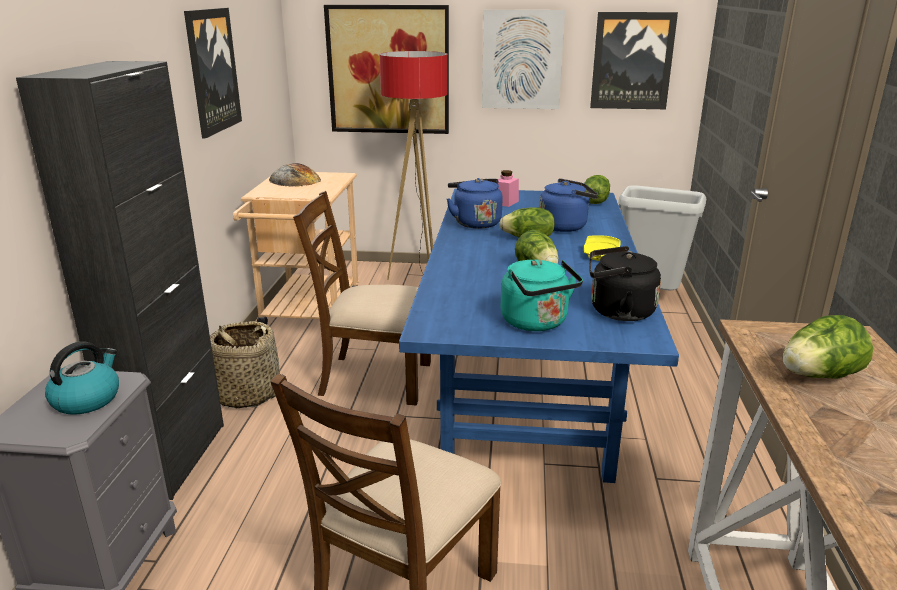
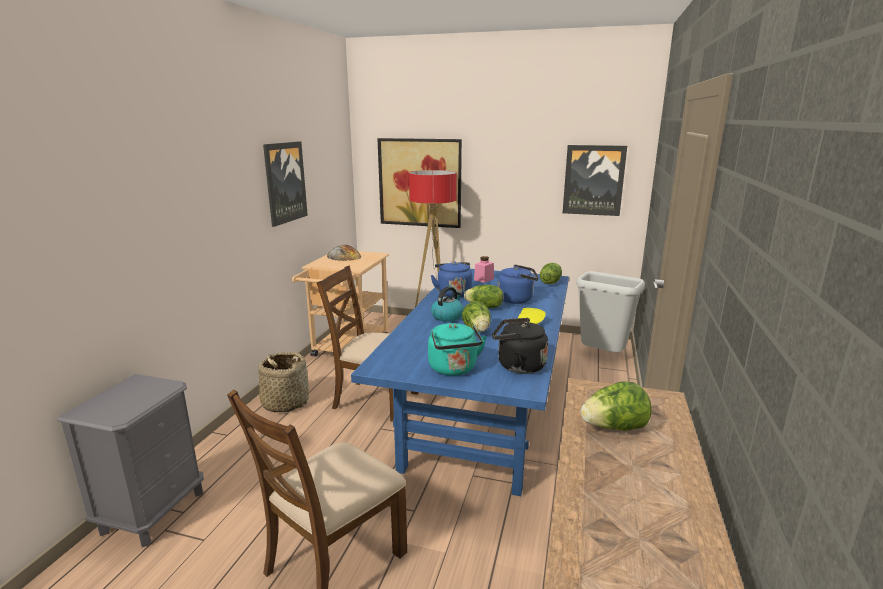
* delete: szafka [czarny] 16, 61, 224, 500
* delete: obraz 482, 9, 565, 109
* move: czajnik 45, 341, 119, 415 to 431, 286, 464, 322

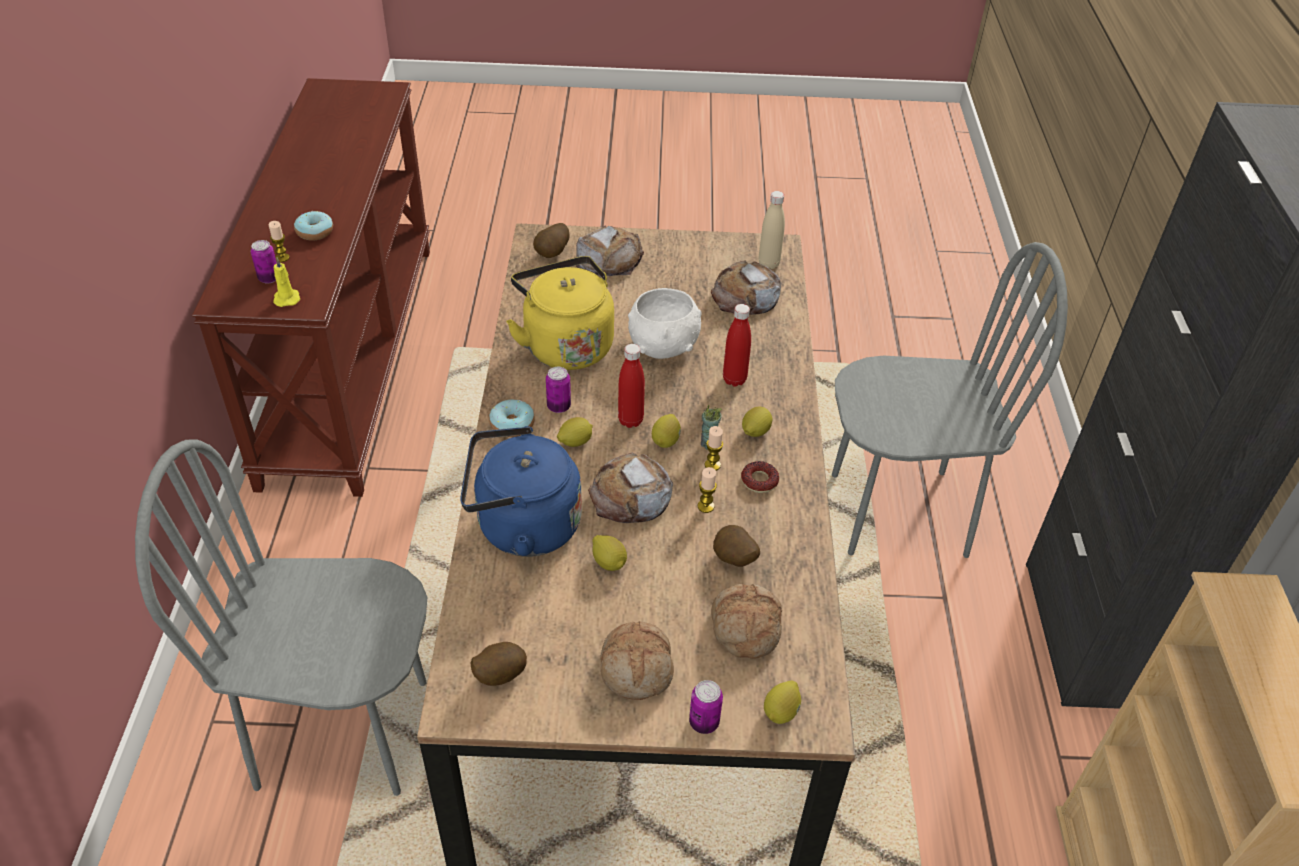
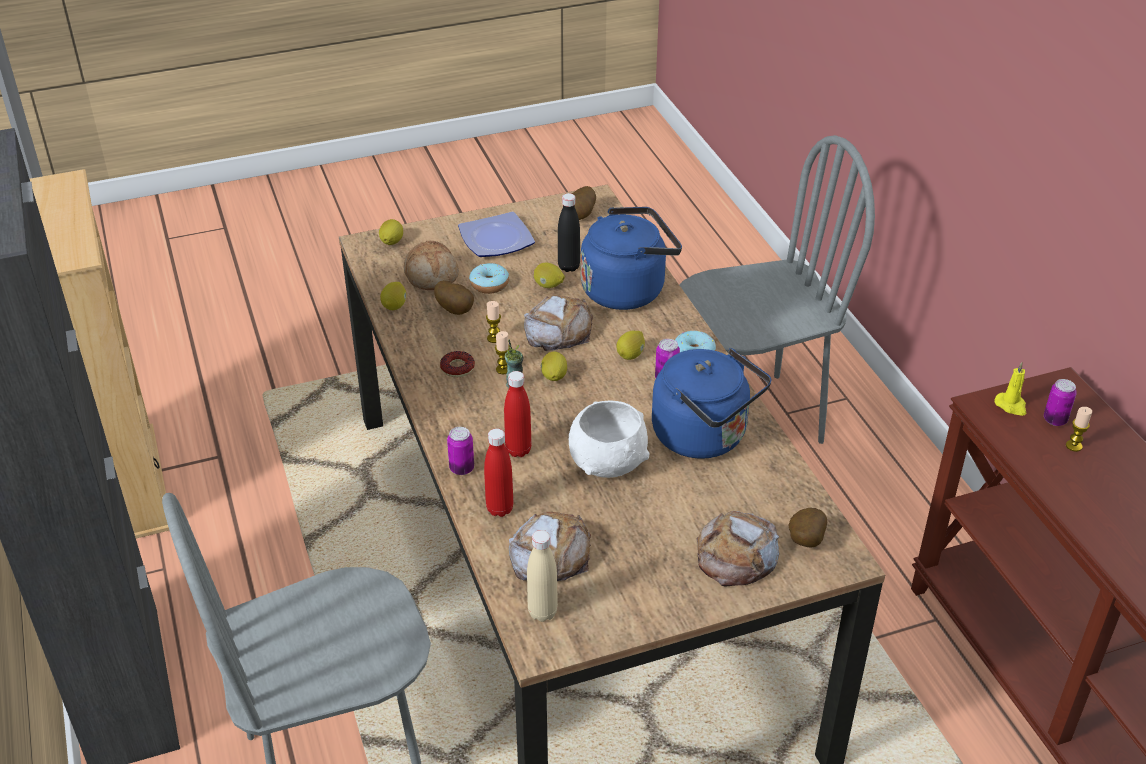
* insert: butelka [czarny] 558, 193, 580, 272
* move: donut 294, 211, 333, 241 to 469, 263, 509, 294
* move: butelka [czerwony] 618, 344, 645, 428 to 484, 428, 513, 517
* move: puszka 689, 680, 723, 734 to 447, 427, 474, 475
* move: cytryna 742, 406, 772, 437 to 380, 282, 406, 310
* replace: chleb 601, 621, 674, 700 to talerz 458, 212, 535, 257
* recolor: czajnik [żółty] 506, 256, 614, 370 to czajnik [niebieski] 652, 348, 771, 458

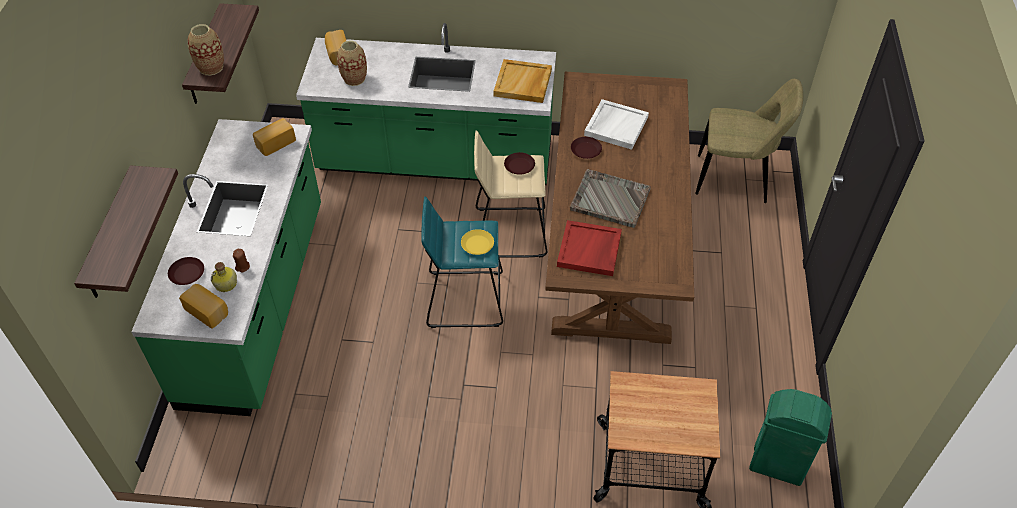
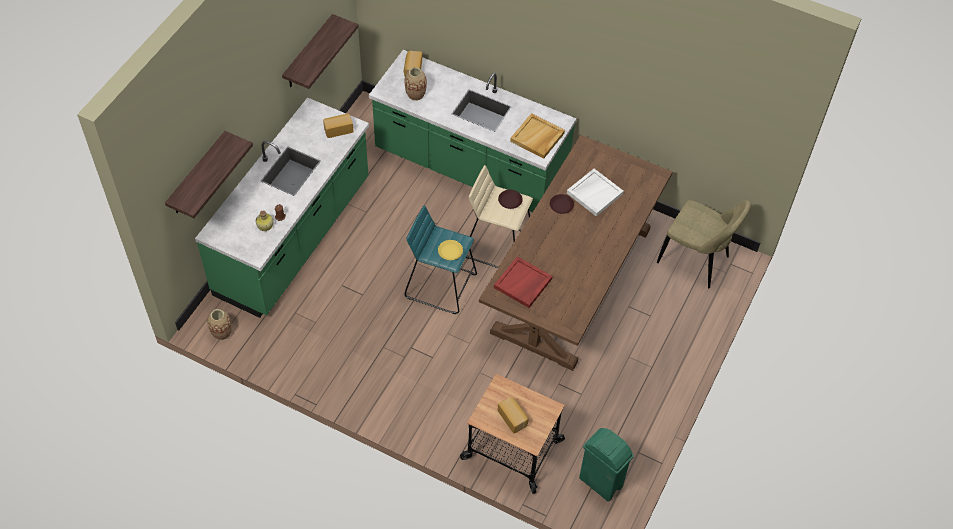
* delete: talerz [brązowy] 168, 257, 204, 285
* delete: taca [szary] 570, 169, 651, 228
* move: chleb 179, 284, 228, 329 to 498, 397, 529, 433
* move: wazon 188, 24, 224, 76 to 207, 309, 232, 340

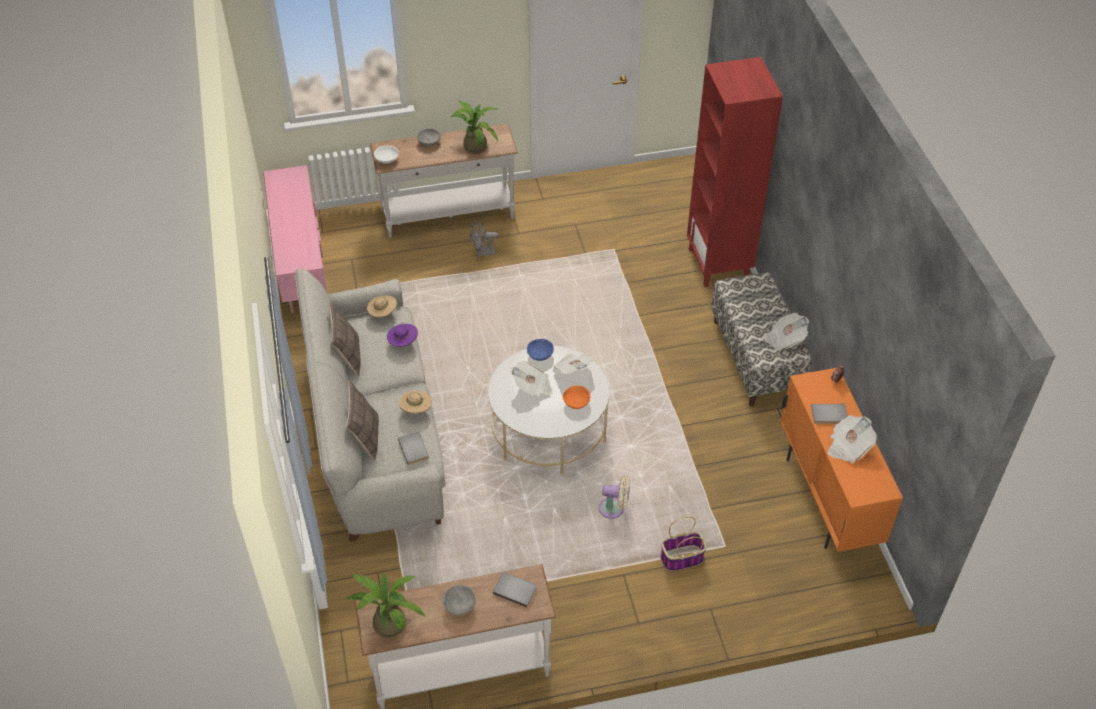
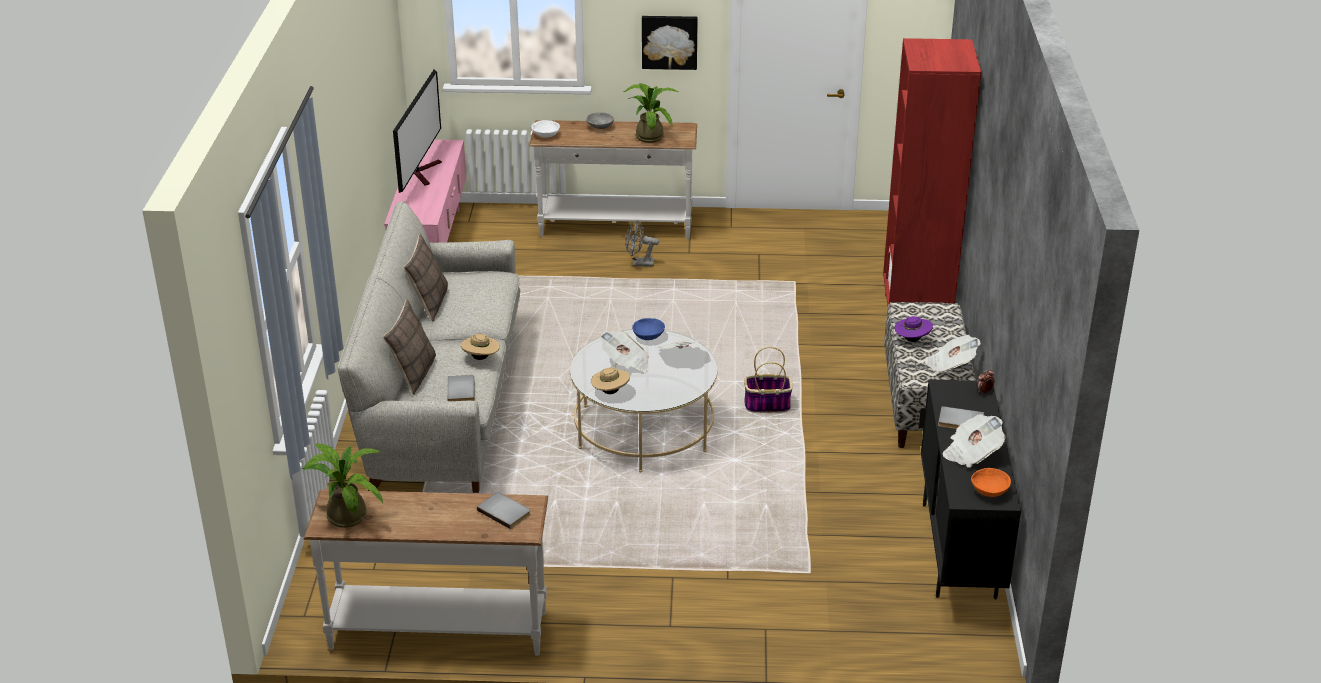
* delete: miska [szary] 443, 585, 476, 615
* delete: wentylator [beżowy] 599, 475, 630, 519
* insert: telewizor 393, 70, 442, 193
* insert: obraz 642, 16, 698, 70
* move: kapelusz [beżowy] 367, 294, 397, 318 to 591, 365, 630, 394
* move: kapelusz [fioletowy] 387, 322, 418, 347 to 895, 313, 933, 342
* move: miska [pomarańczowy] 563, 386, 590, 409 to 971, 468, 1011, 497
* move: koszyk 661, 516, 707, 571 to 744, 347, 793, 413
* recolor: szafka [pomarańczowy] 781, 368, 903, 552 to szafka [czarny] 919, 379, 1021, 599

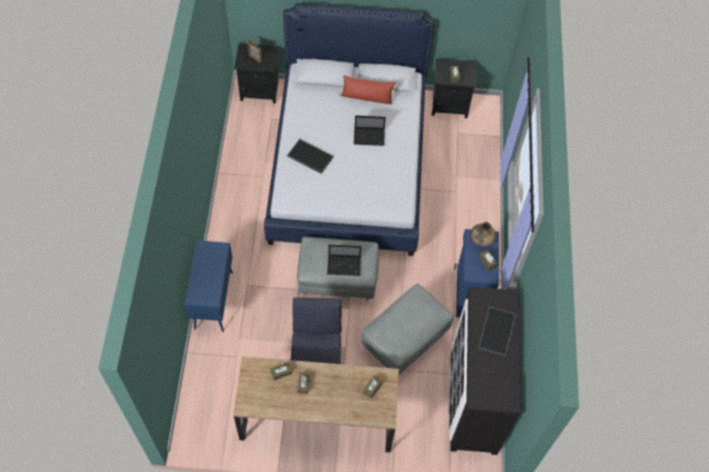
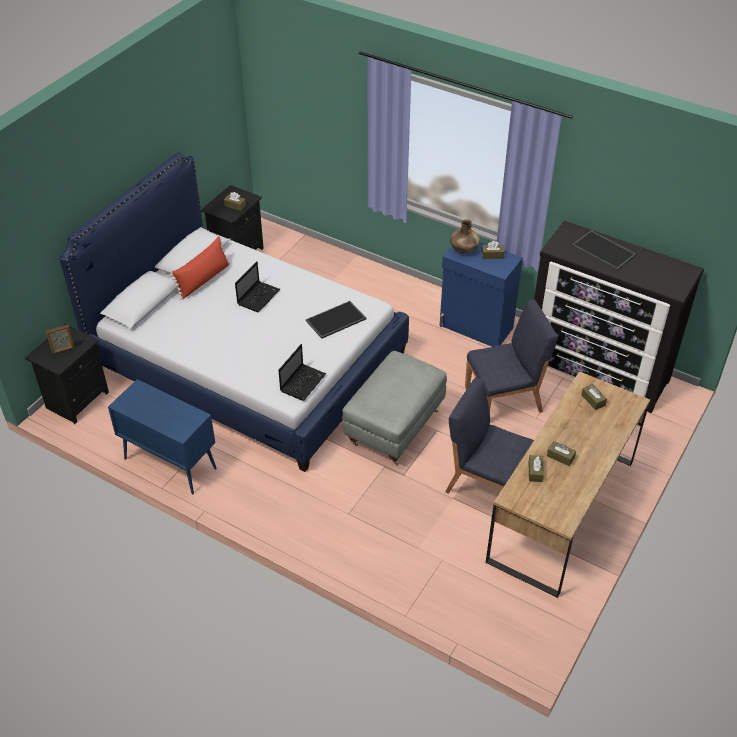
* move: szafka [niebieski] 185, 240, 233, 332 to 108, 379, 217, 495
* move: taca 287, 139, 334, 174 to 306, 301, 367, 339
* move: laptop 327, 245, 361, 276 to 278, 344, 326, 401
* replace: pufa [szary] 361, 284, 454, 376 to krzesło [niebieski] 465, 300, 558, 413

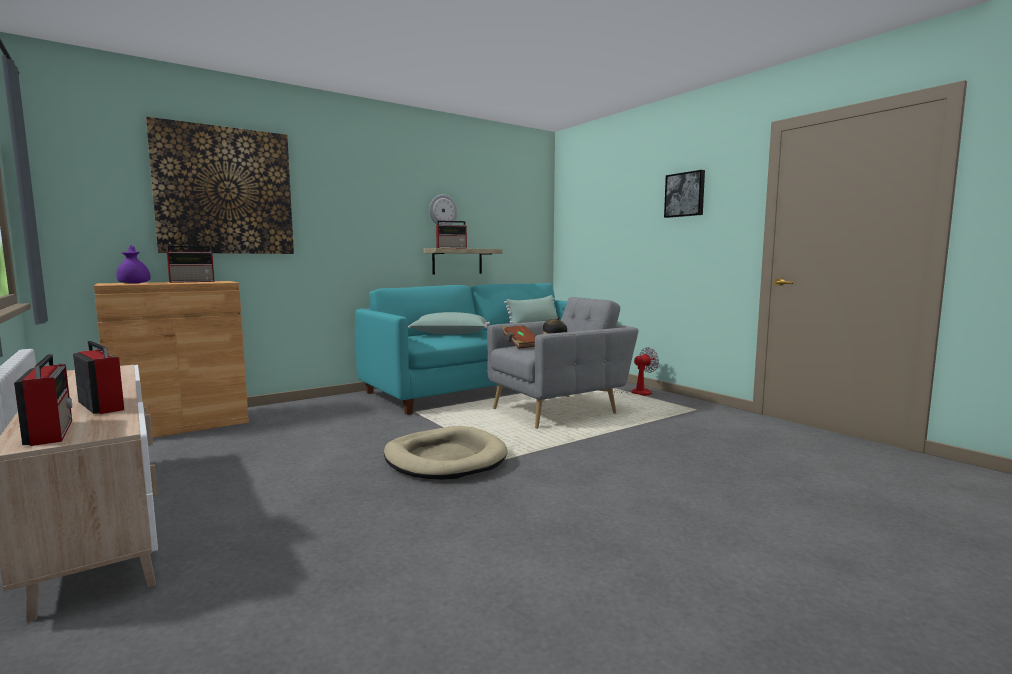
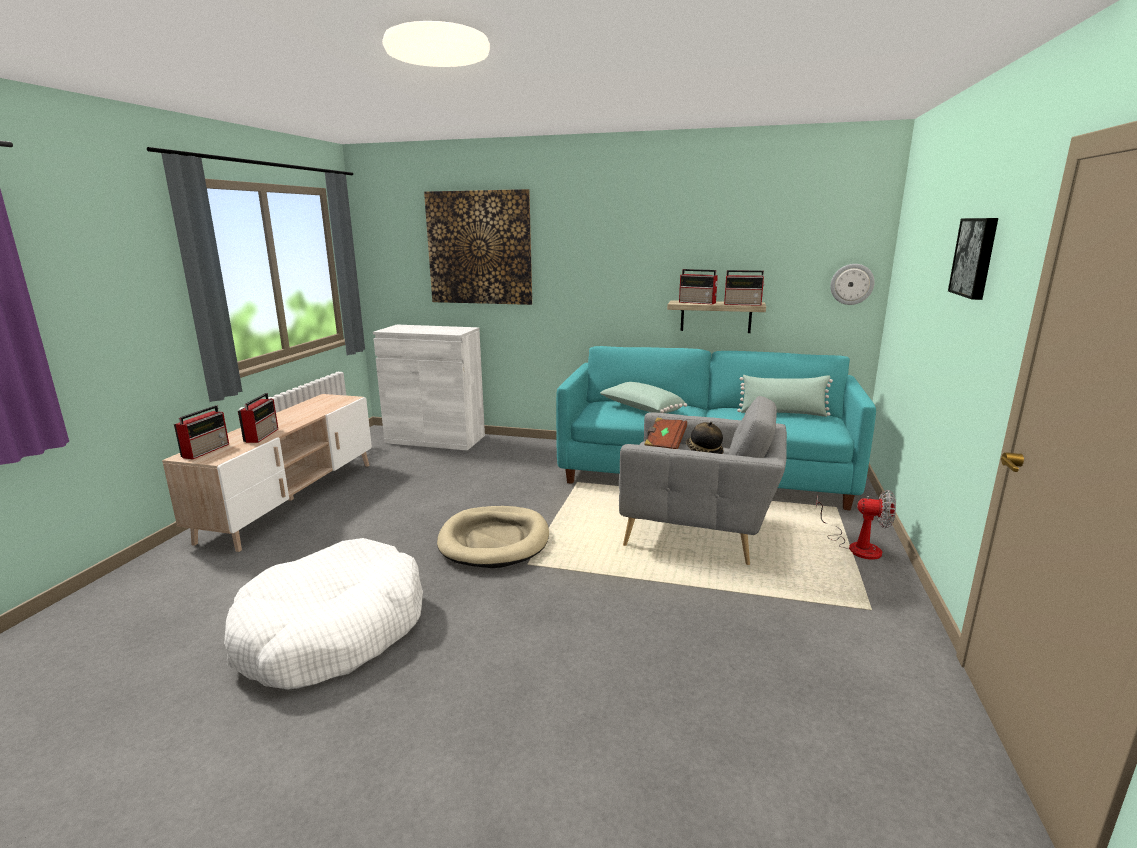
* delete: imbryk [fioletowy] 116, 245, 151, 284
* insert: legowisko [biały] 224, 538, 423, 690
* move: radio 167, 246, 214, 283 to 724, 270, 765, 306
* move: zegar ścienny 429, 194, 458, 225 to 830, 264, 875, 305
* recolor: szafka [brązowy] 94, 281, 249, 438 to szafka [biały] 373, 325, 485, 451

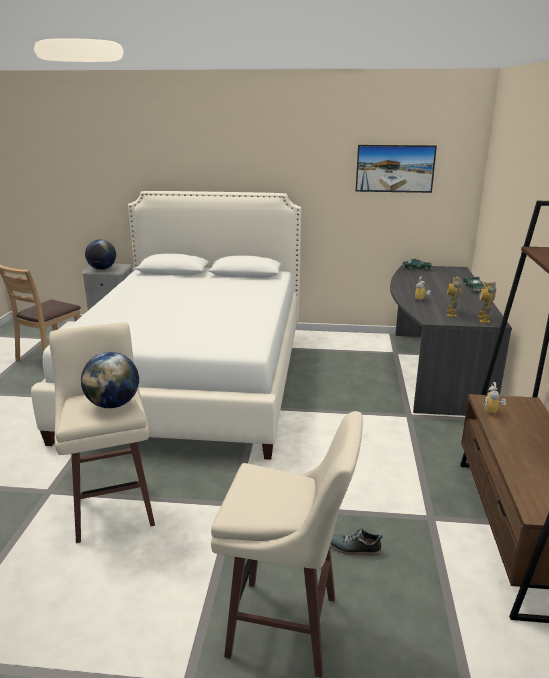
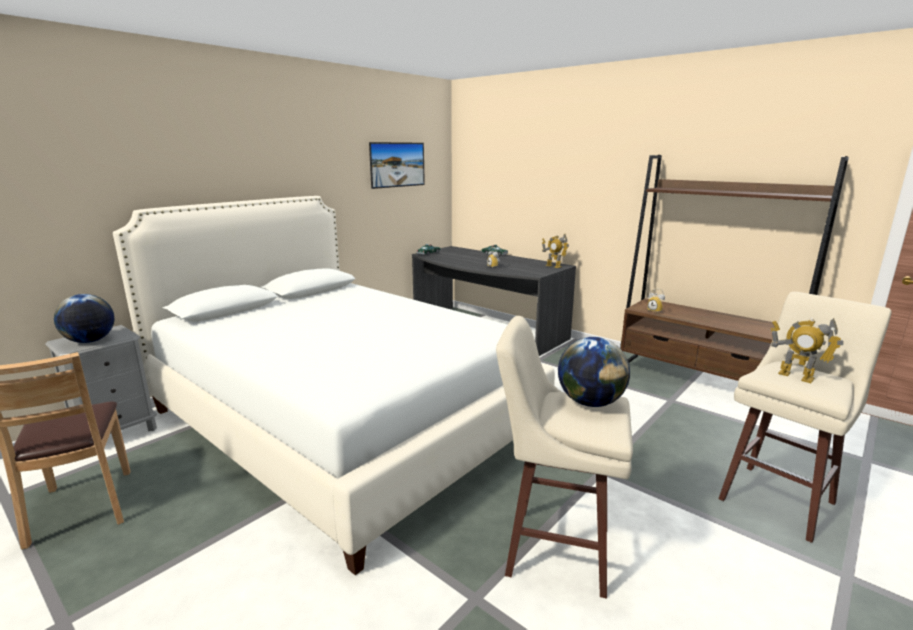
* delete: but 330, 528, 383, 556
* move: robot zabawkowy 447, 277, 462, 317 to 771, 318, 843, 383

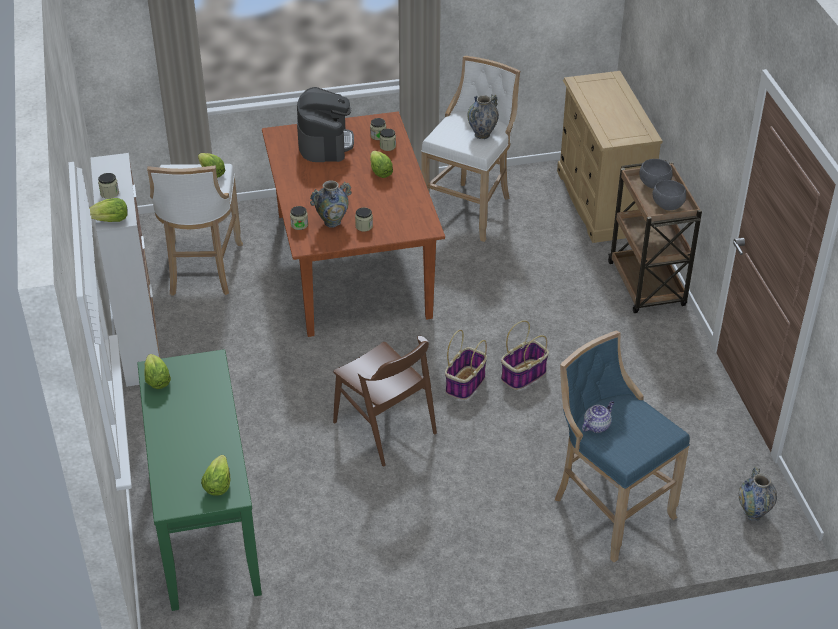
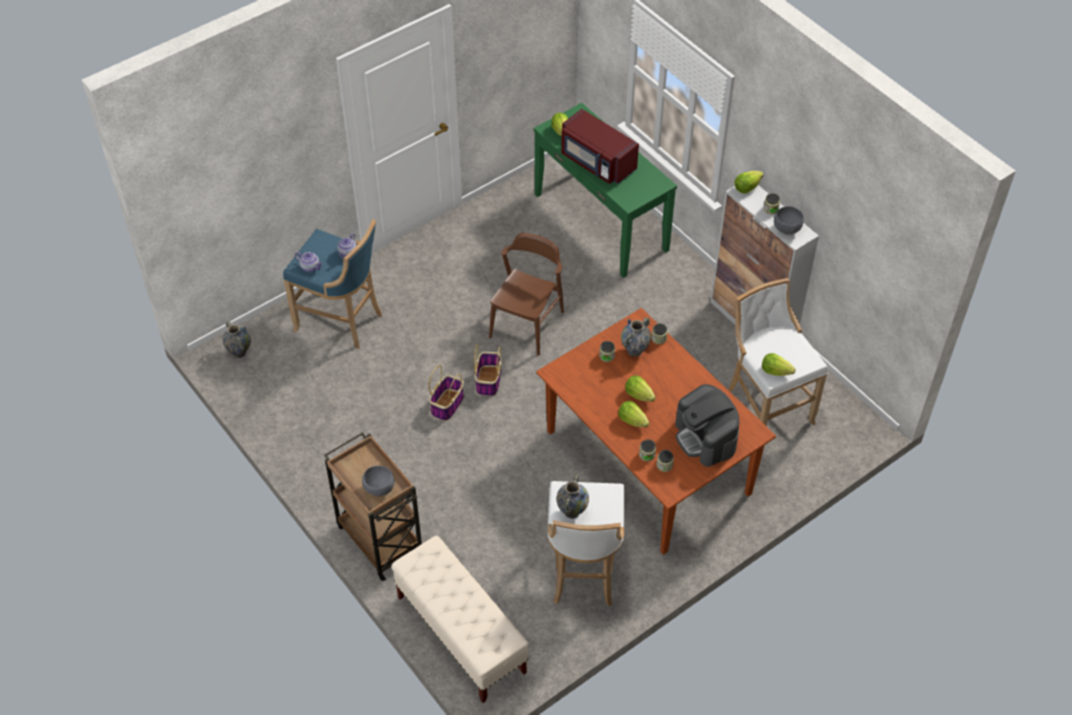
* insert: imbryk 295, 252, 323, 272
* insert: mikrofalówka [czerwony] 561, 109, 639, 184
* move: sałata 144, 354, 171, 389 to 625, 375, 656, 402
* move: miska [szary] 653, 180, 686, 210 to 774, 206, 804, 234
* replace: komoda [beżowy] 557, 71, 663, 243 to ławka [beżowy] 391, 536, 529, 703
* rotate: krzesło [brązowy] 333, 336, 437, 466 = 489, 233, 564, 356 90 degrees clockwise

